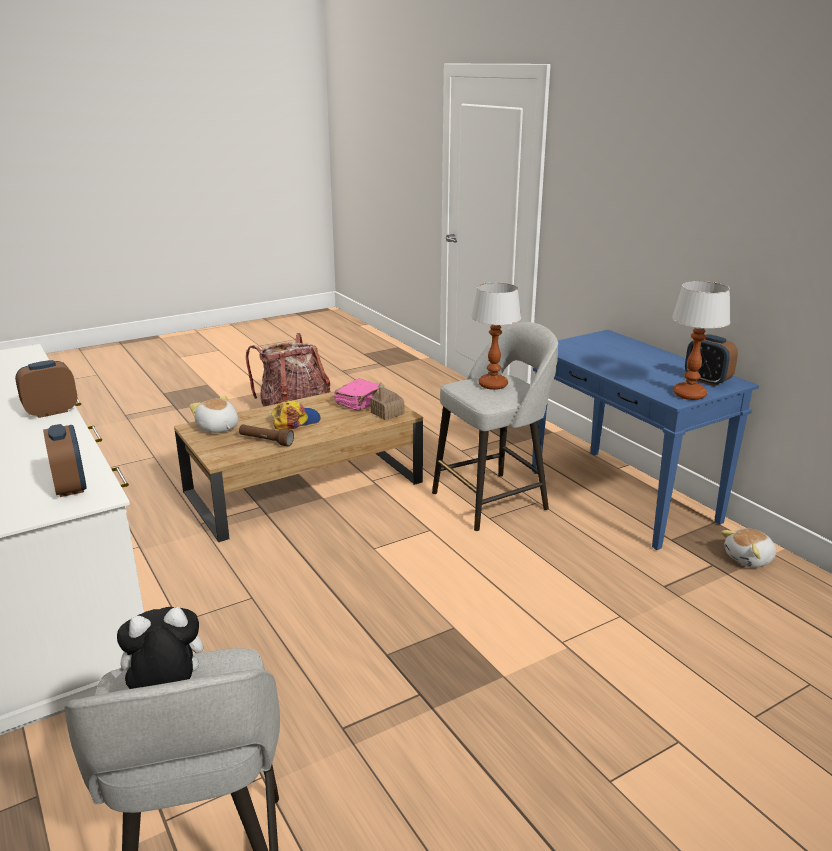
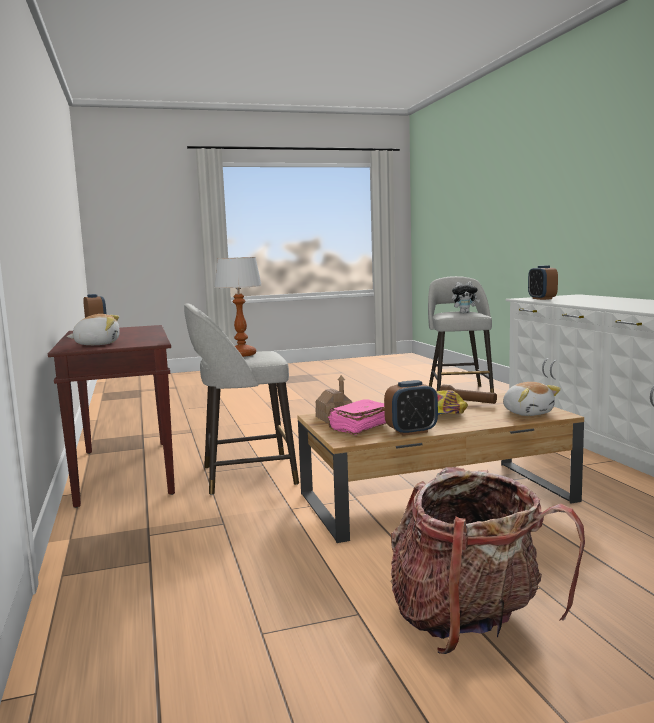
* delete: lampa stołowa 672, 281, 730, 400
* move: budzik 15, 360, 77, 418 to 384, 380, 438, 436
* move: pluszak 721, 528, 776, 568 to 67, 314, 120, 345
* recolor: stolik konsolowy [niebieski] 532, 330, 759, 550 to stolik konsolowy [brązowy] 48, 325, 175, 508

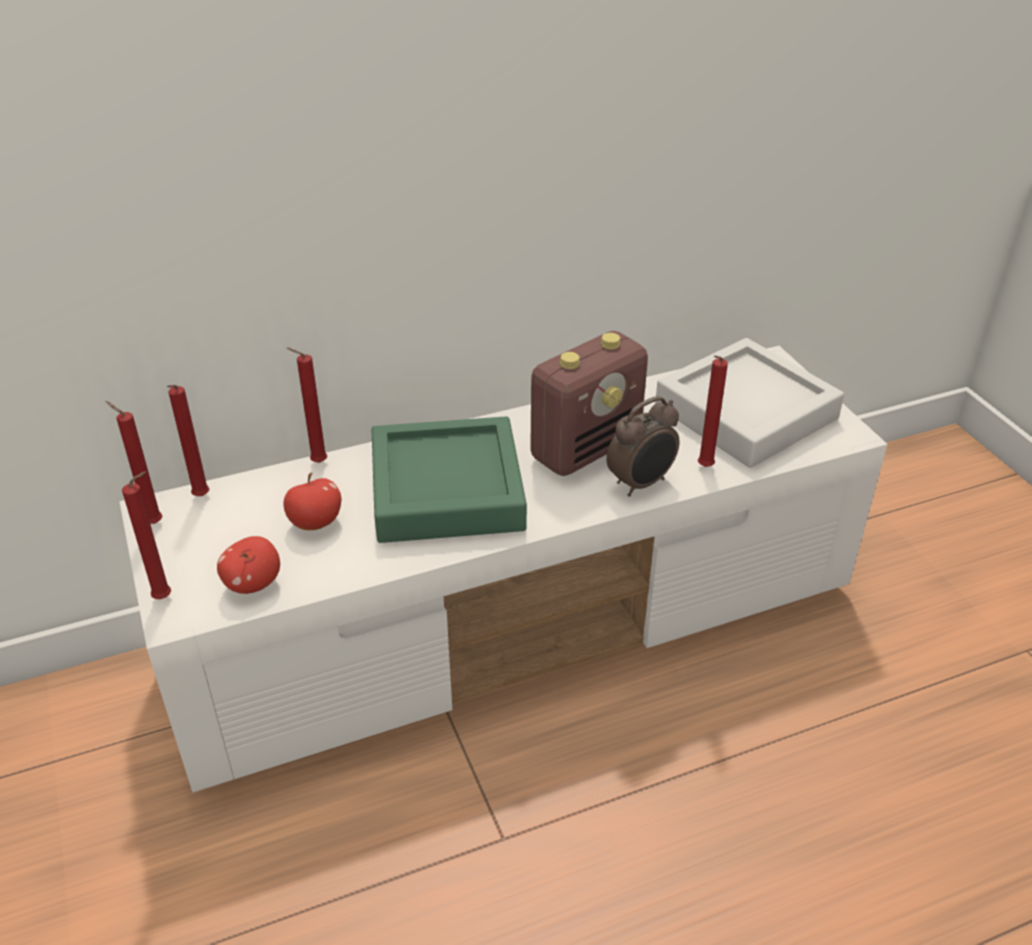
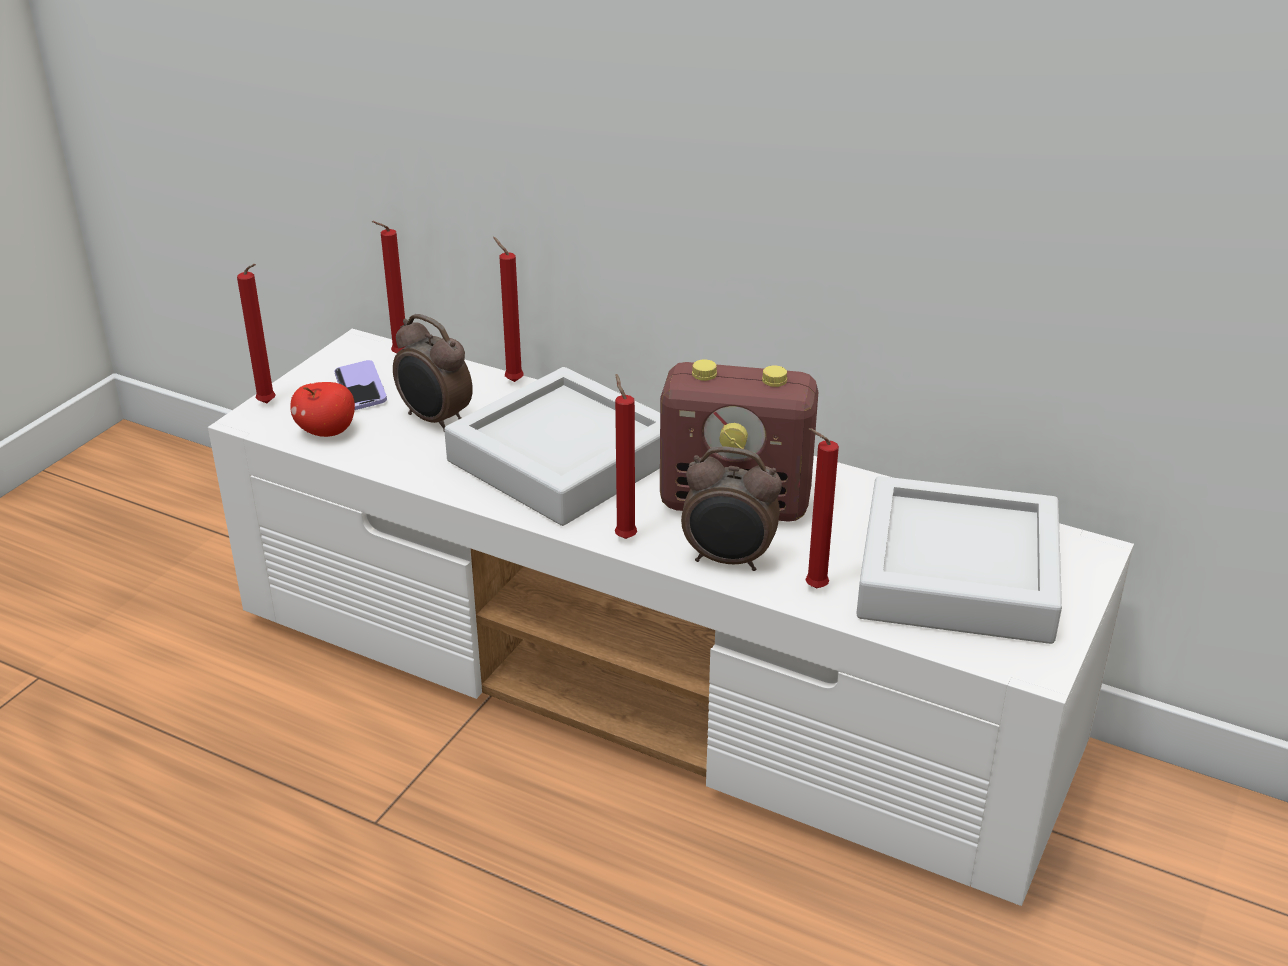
* insert: telefon 334, 360, 387, 410
* move: świeca [czerwony] 105, 401, 163, 524 to 615, 374, 637, 539
* replace: jabłko 283, 473, 341, 530 to budzik 393, 314, 473, 431
* recolor: taca [zielony] 371, 416, 527, 543 to taca [szary] 444, 367, 660, 526

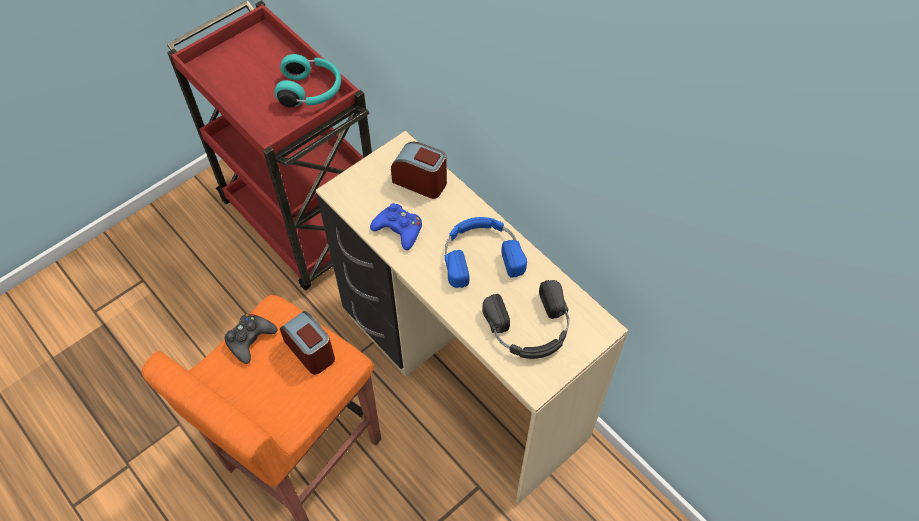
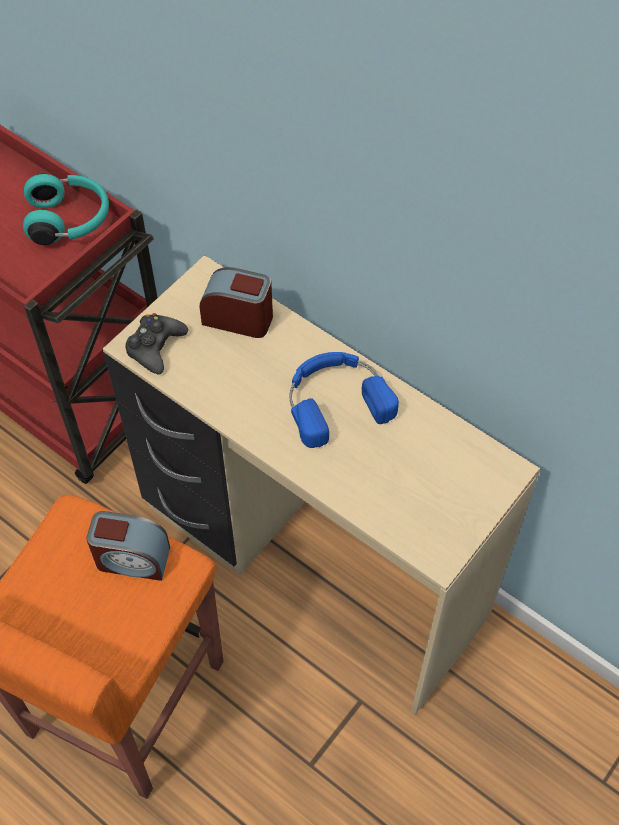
* delete: pad do gier [niebieski] 370, 203, 422, 251
* delete: słuchawki [czarny] 482, 280, 569, 359
* move: pad do gier [czarny] 225, 314, 277, 364 to 125, 313, 188, 374
* rotate: budzik 280, 311, 335, 375 = 86, 511, 170, 581 150 degrees clockwise

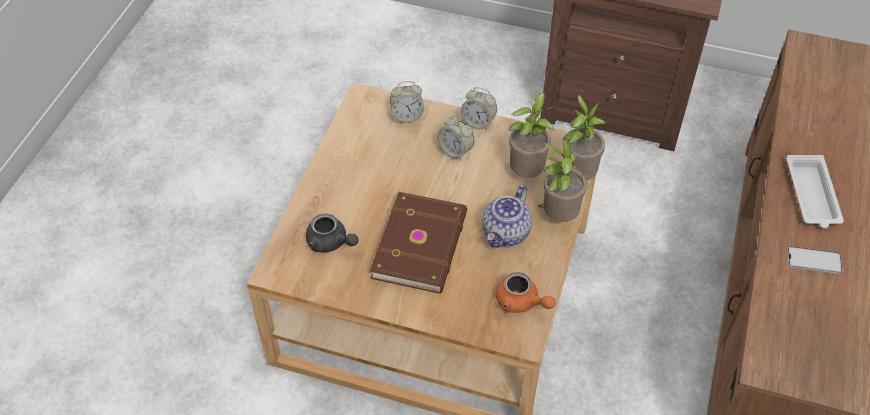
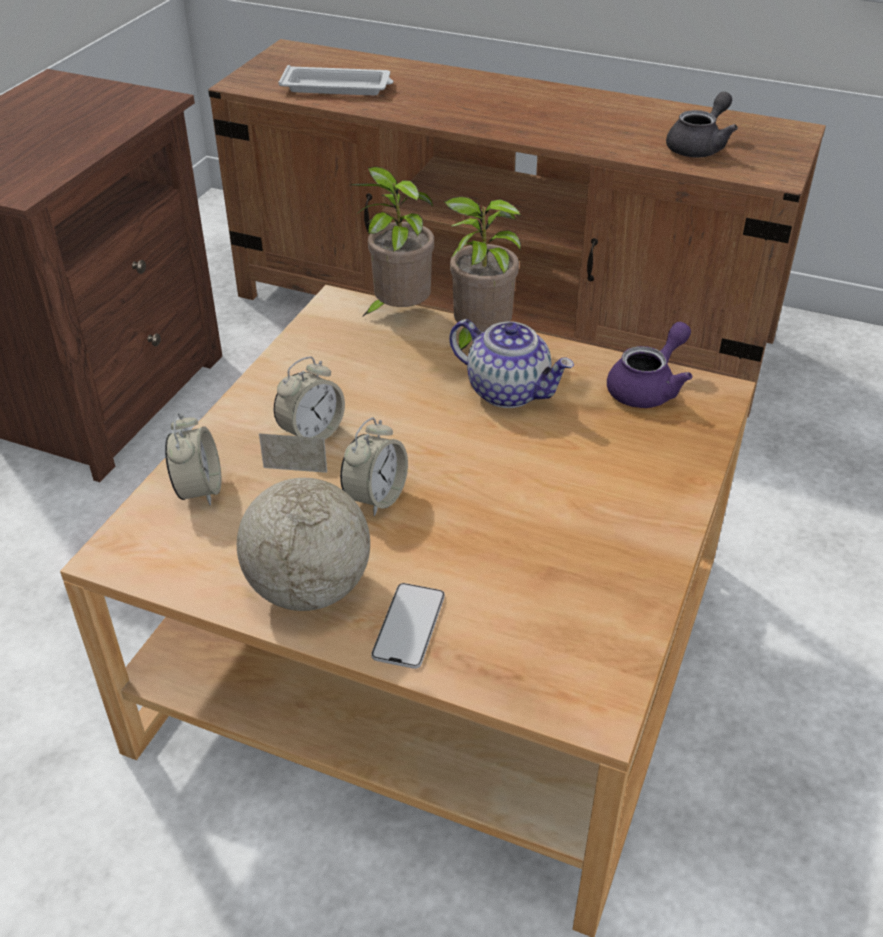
* delete: książka [brązowy] 370, 192, 467, 294
* delete: roślina doniczkowa 509, 93, 555, 178
* insert: globus 237, 434, 370, 611
* move: imbryk [szary] 306, 213, 359, 252 to 666, 92, 738, 158
* move: budzik 460, 87, 497, 130 to 340, 417, 408, 516
* move: taca [biały] 786, 155, 844, 228 to 278, 65, 393, 95
* move: telefon 787, 246, 843, 274 to 371, 583, 445, 669
* recolor: imbryk [pomarańczowy] 496, 272, 556, 313 to imbryk [fioletowy] 607, 322, 692, 408

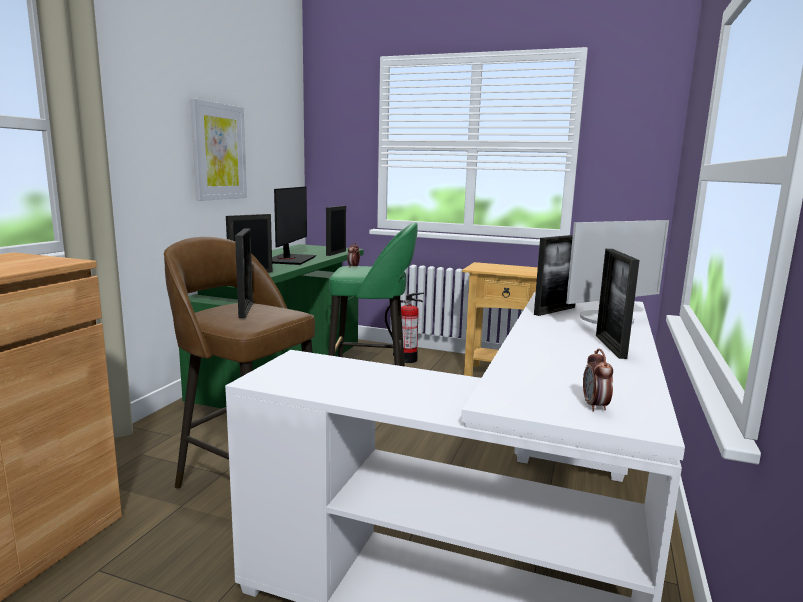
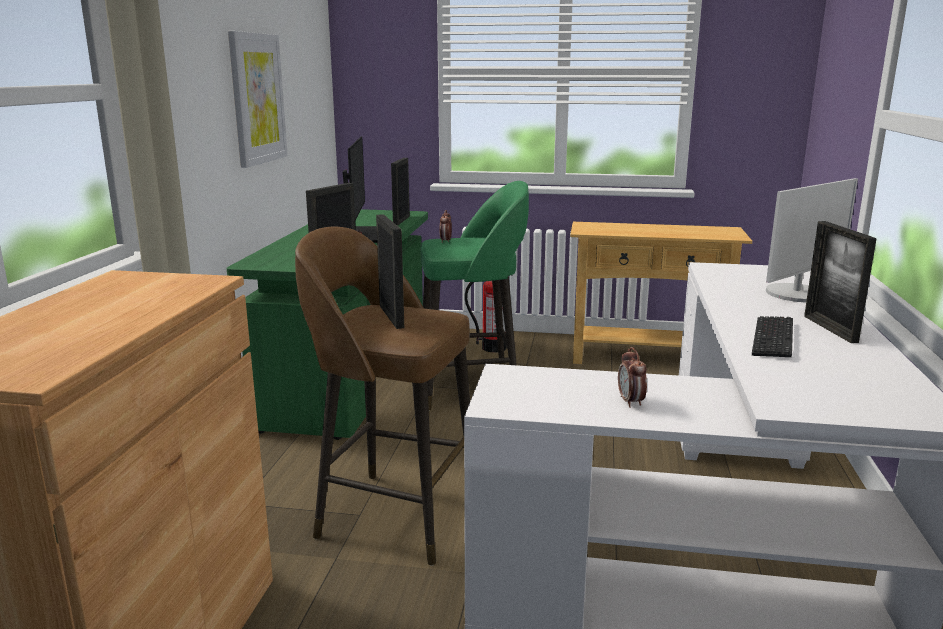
* delete: ramka na zdjęcie 534, 235, 575, 316
* insert: klawiatura 752, 316, 793, 357
* move: budzik 583, 349, 613, 412 to 618, 347, 647, 408

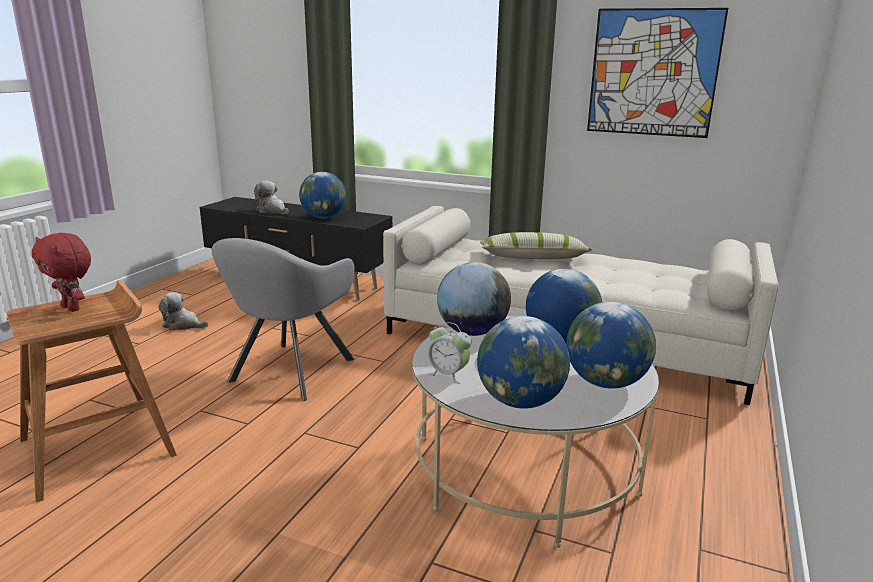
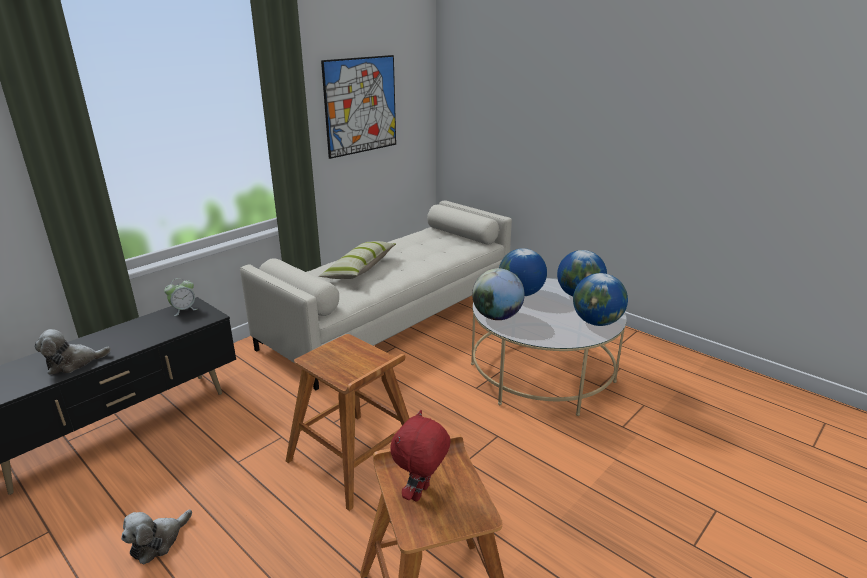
* delete: globus 299, 172, 346, 218
* move: budzik 428, 322, 472, 384 to 164, 278, 197, 316
* replace: fotel [szary] 212, 238, 354, 401 to stołek [brązowy] 286, 334, 409, 511
* rotate: pluszak [czerwony] 32, 233, 91, 312 = 390, 410, 451, 502 150 degrees clockwise

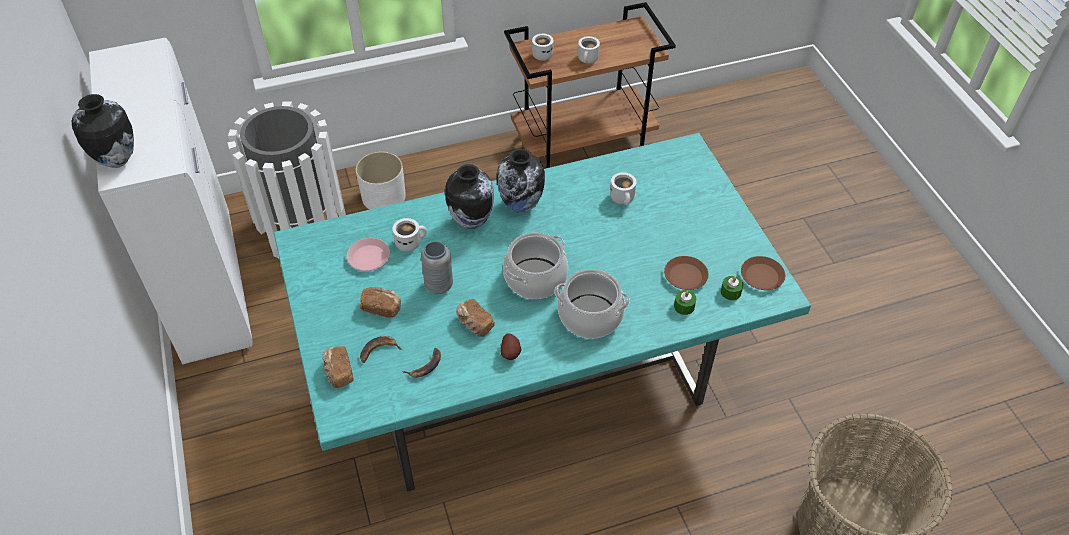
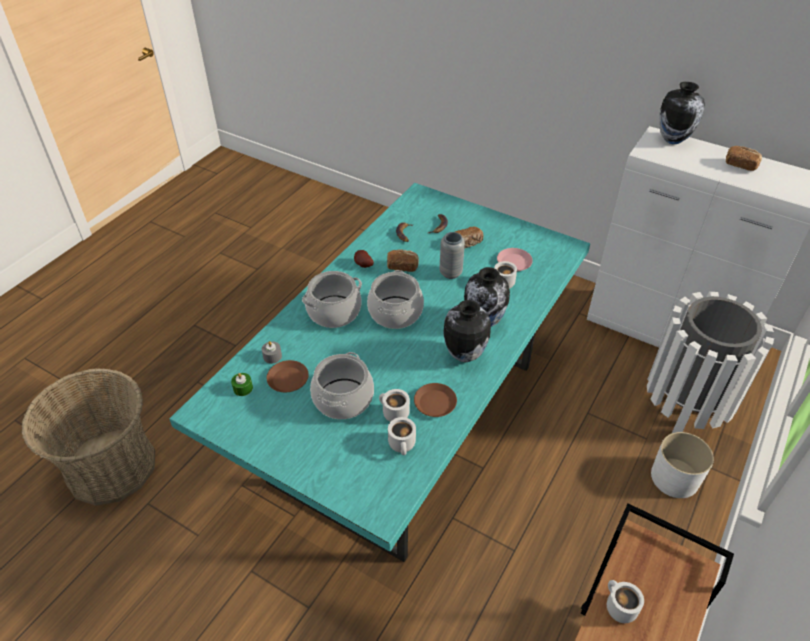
* insert: garnek 310, 352, 374, 419
* move: chleb 322, 346, 354, 388 to 726, 146, 762, 171
* move: kubek [biały] 532, 34, 554, 61 to 388, 417, 416, 455
* move: talerz [brązowy] 741, 256, 785, 290 to 414, 383, 457, 417
* recolor: świeca [zielony] 674, 290, 696, 315 to świeca [szary] 262, 341, 282, 364

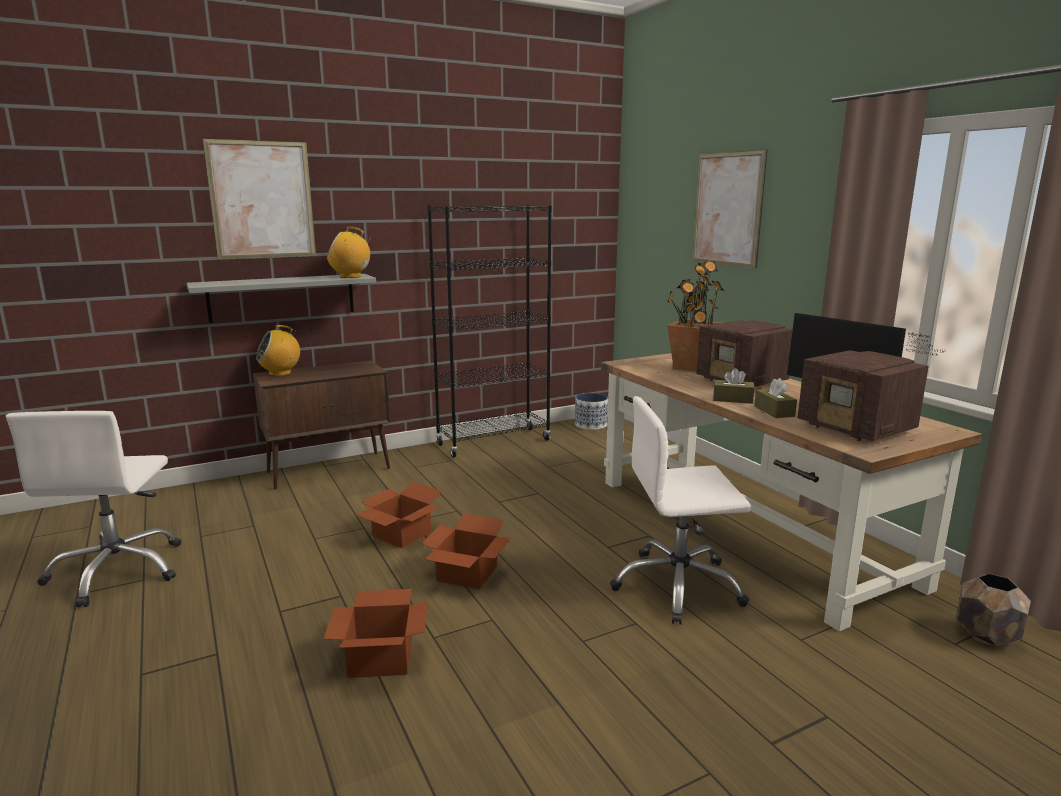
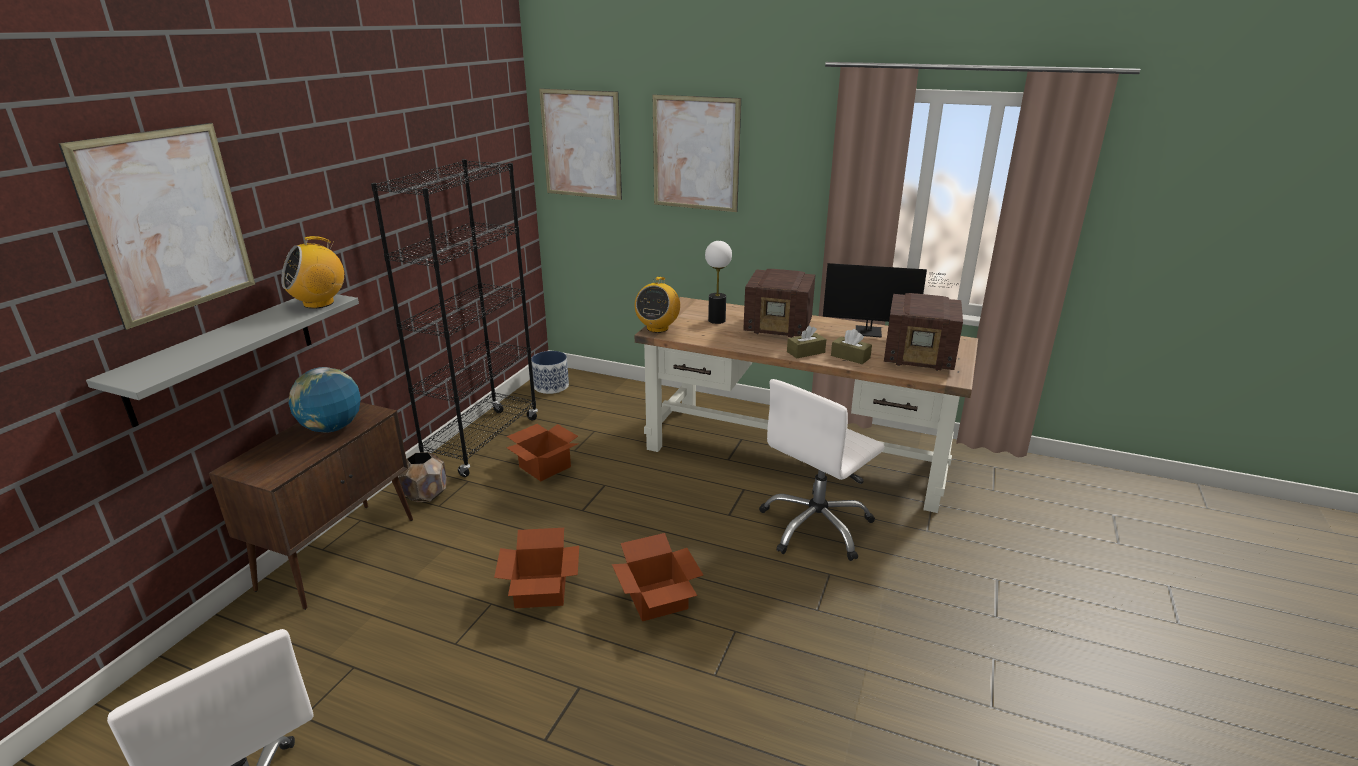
* insert: globus 288, 367, 361, 433
* insert: obraz 539, 89, 622, 200
* move: radio 256, 325, 300, 376 to 635, 277, 680, 333
* move: karton 324, 589, 428, 678 to 506, 424, 578, 481
* move: donica [brązowy] 956, 573, 1031, 646 to 398, 452, 447, 502
* replace: roślina doniczkowa 667, 261, 724, 372 to lampa stołowa 705, 241, 732, 324

